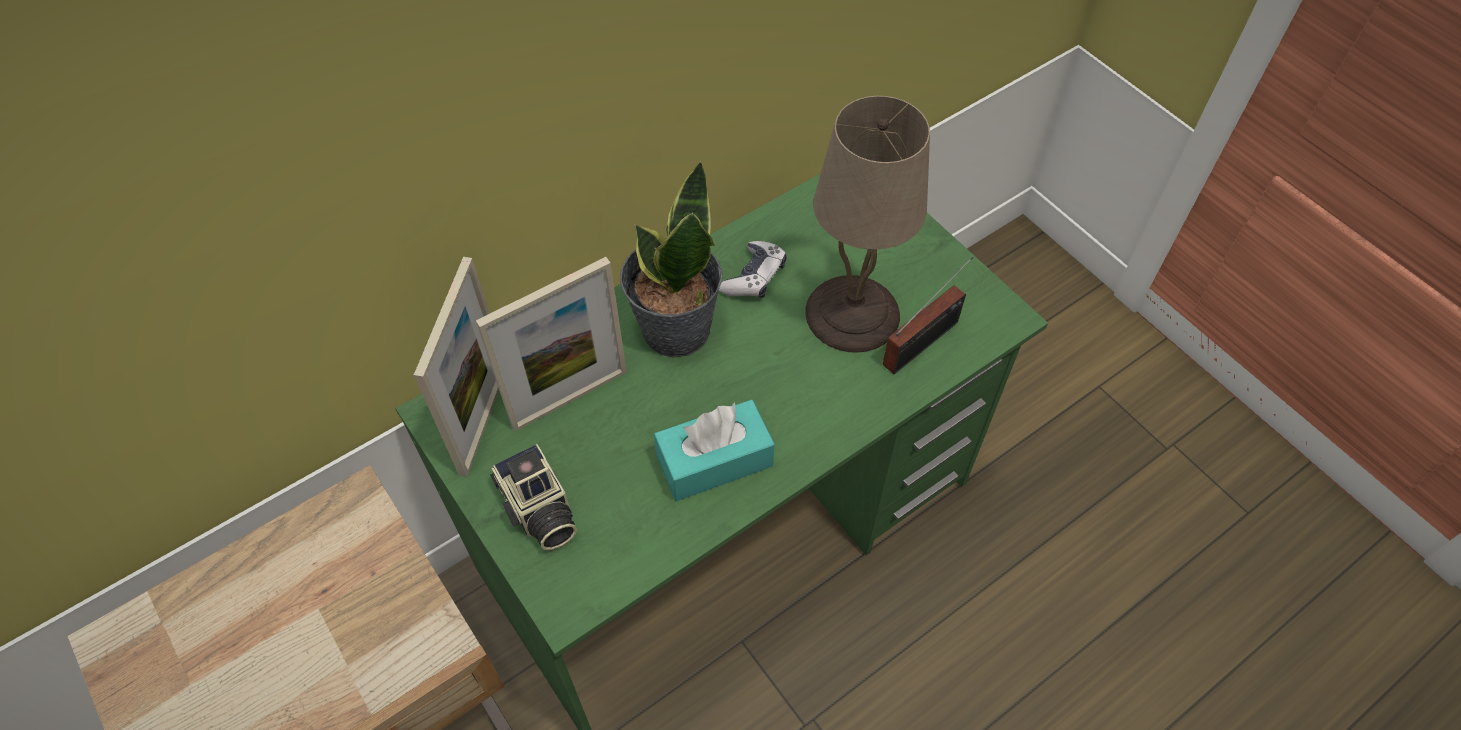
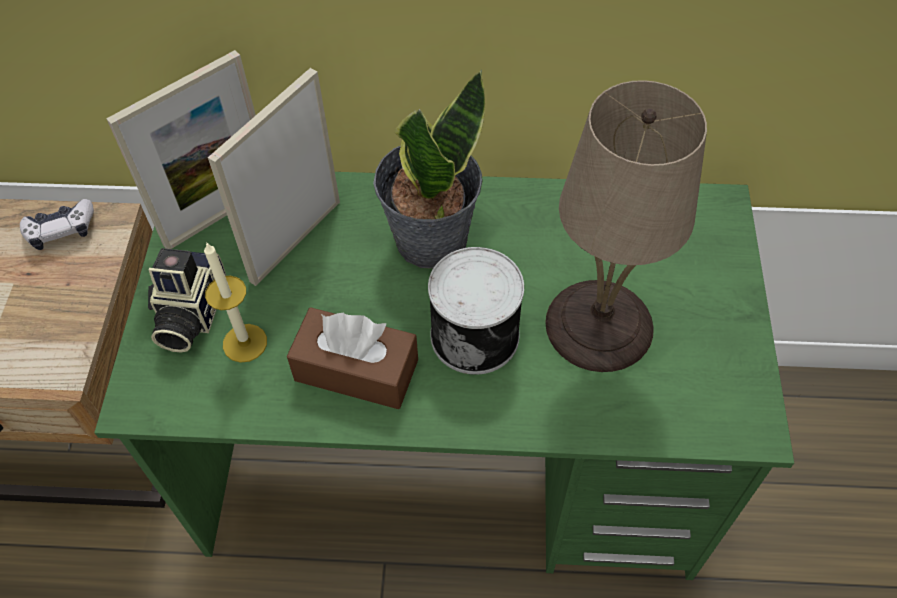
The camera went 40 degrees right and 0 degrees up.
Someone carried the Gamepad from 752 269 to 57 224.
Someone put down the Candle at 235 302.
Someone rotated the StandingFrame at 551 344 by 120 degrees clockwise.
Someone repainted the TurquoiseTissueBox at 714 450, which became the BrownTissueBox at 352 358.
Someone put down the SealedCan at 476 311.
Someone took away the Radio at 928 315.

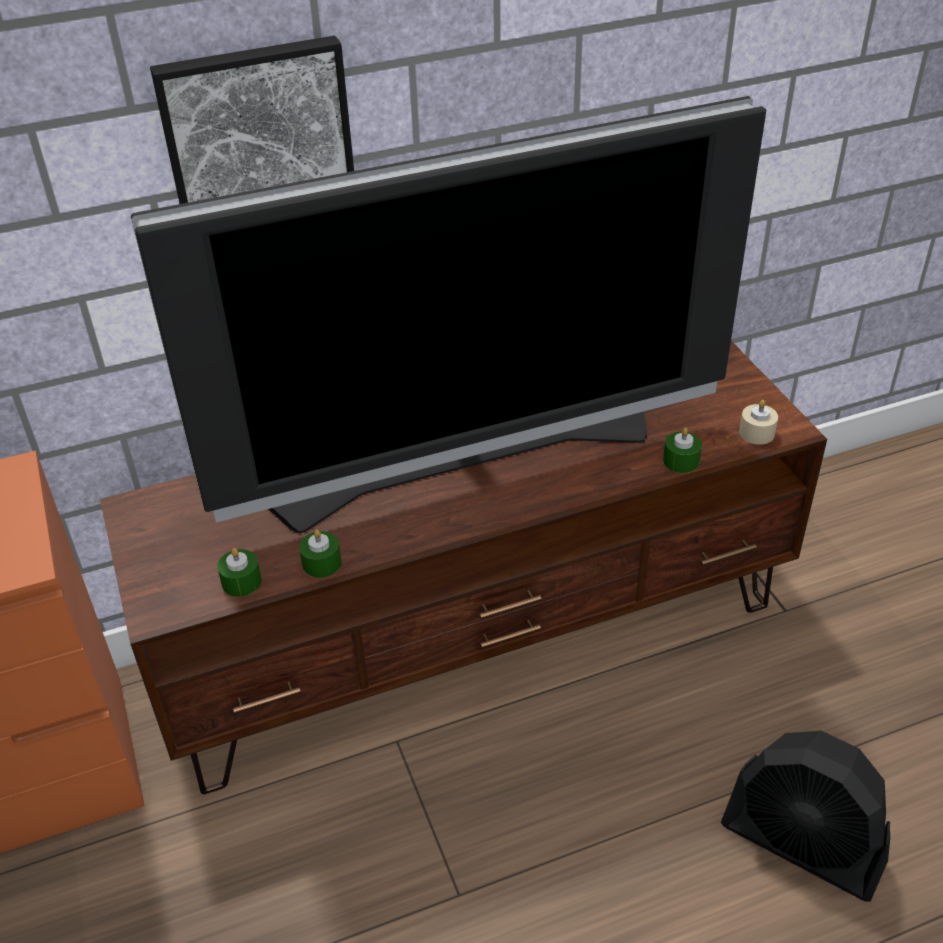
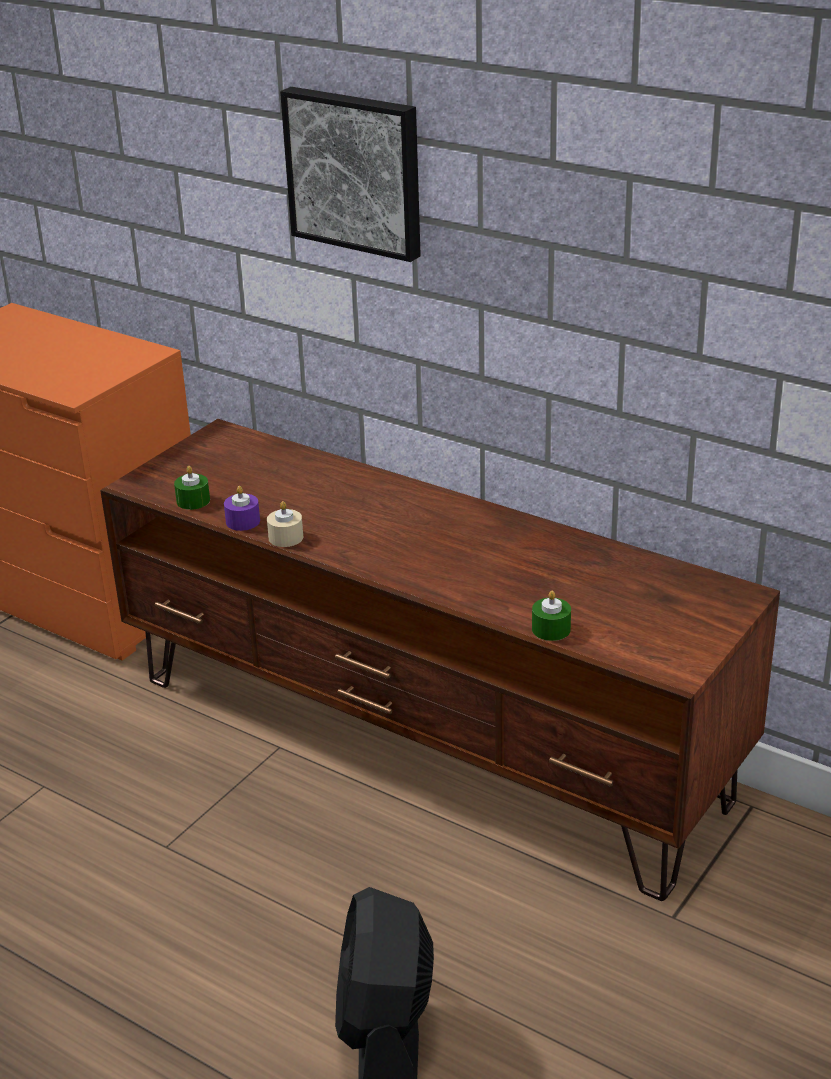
The camera went 55 degrees right and 10 degrees down.
Someone repainted the GreenishCandle at 320 553, which became the PurplishCandle at 242 508.
Someone carried the BeigeColouredCandle from 758 422 to 285 524.
Someone took away the TvSet at 448 315.

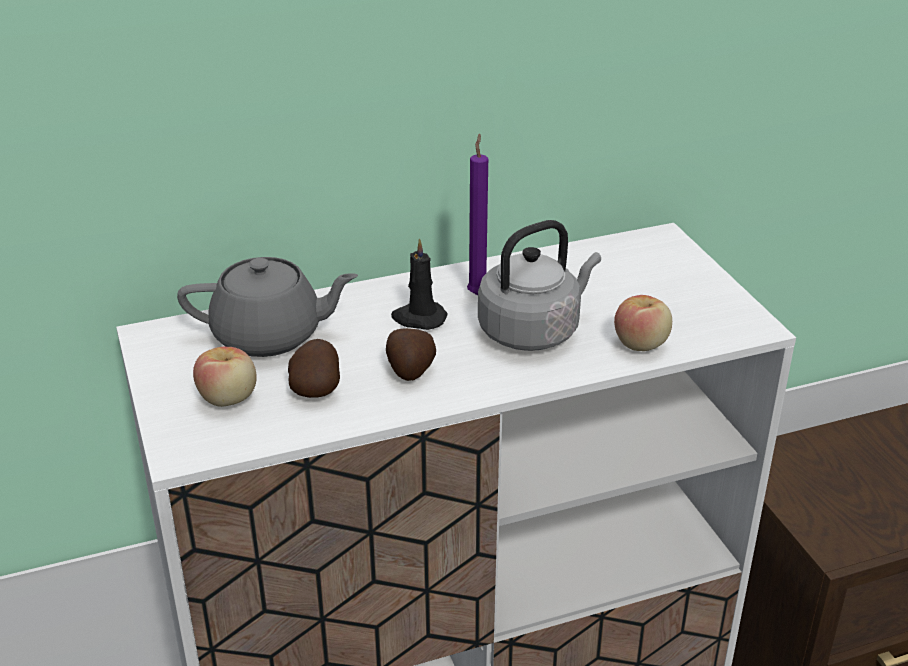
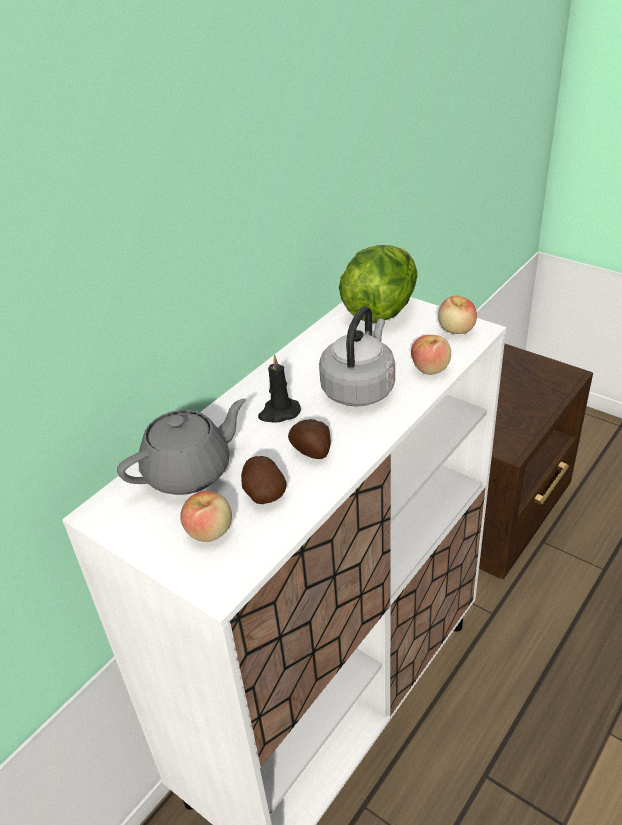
The camera went 30 degrees left and 5 degrees up.
Someone put down the LettuceHead at 378 284.
Someone put down the Apple at 457 314.
Someone took away the PurplishCandle at 477 214.

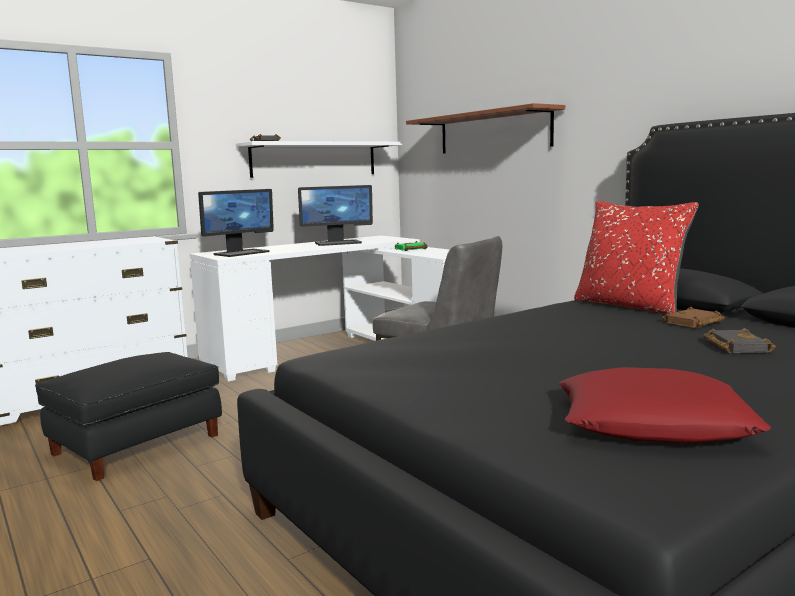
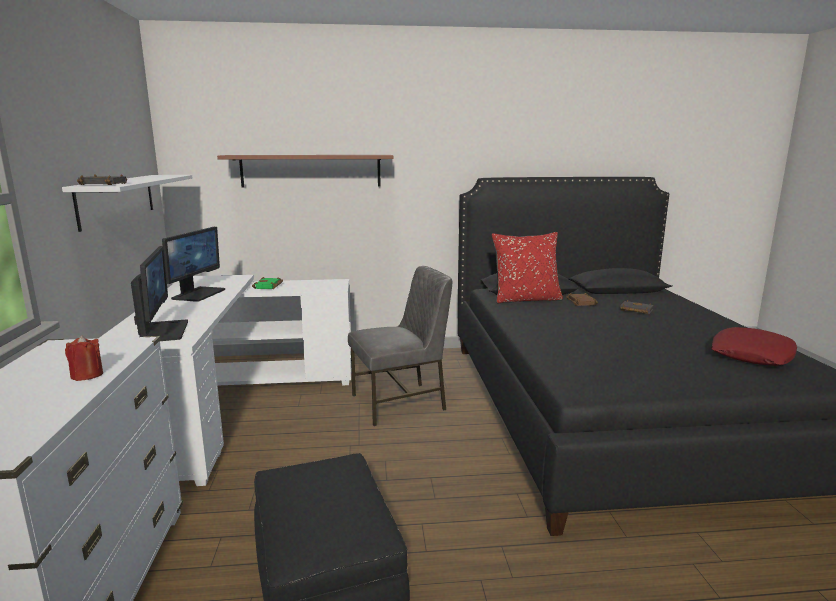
The camera went 60 degrees left and 5 degrees up.
Someone put down the ReddishCandle at 84 358.

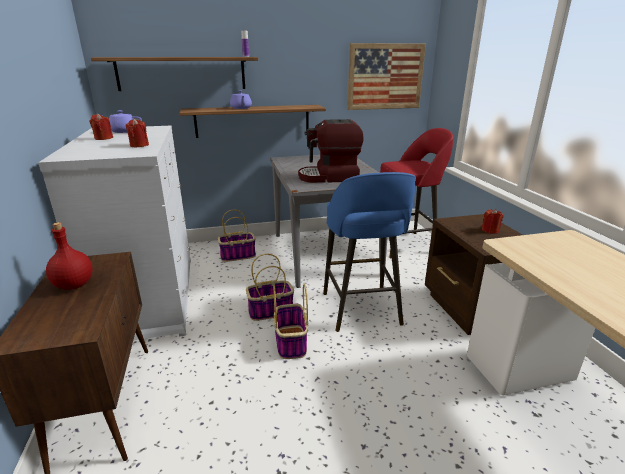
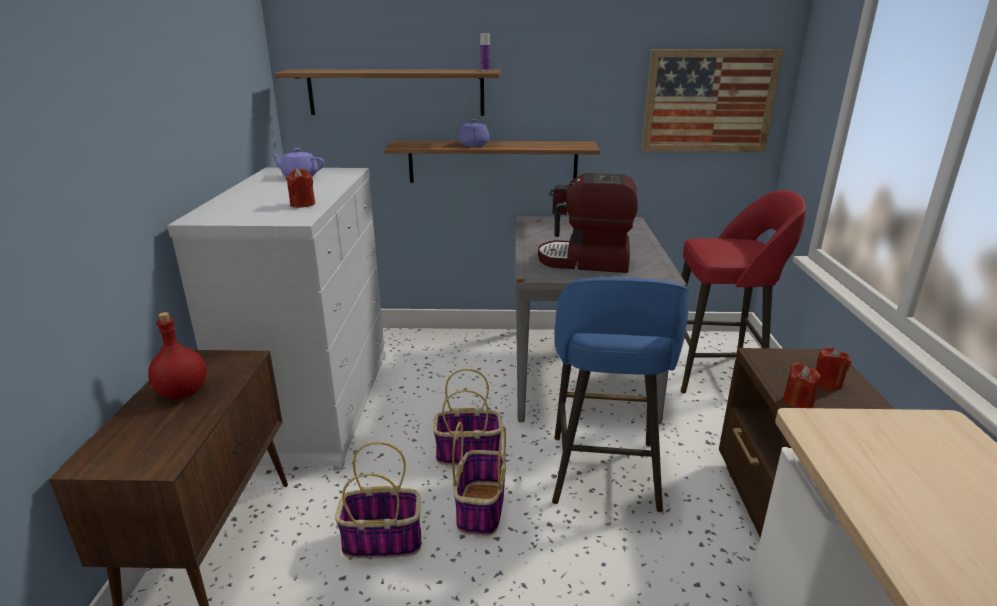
The camera went 15 degrees right and 0 degrees up.
Someone carried the StorageBasket from 237 236 to 378 500.
Someone carried the ReddishCandle from 101 126 to 802 385.

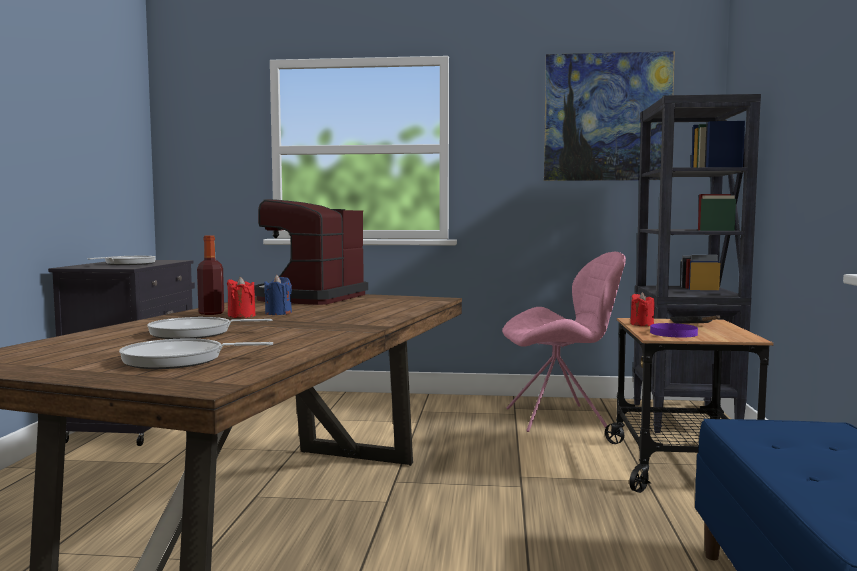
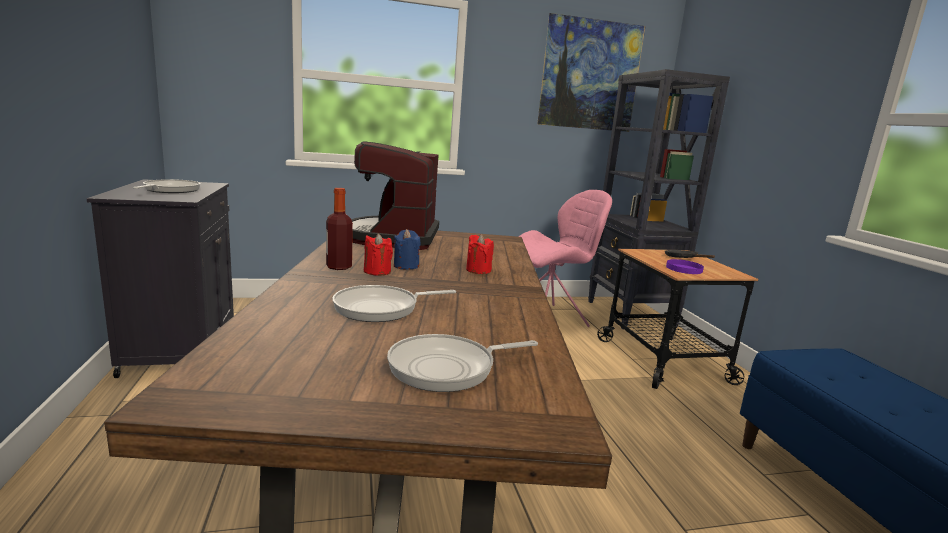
The camera went 20 degrees left and 10 degrees up.
Someone carried the ReddishCandle from 642 309 to 480 254.

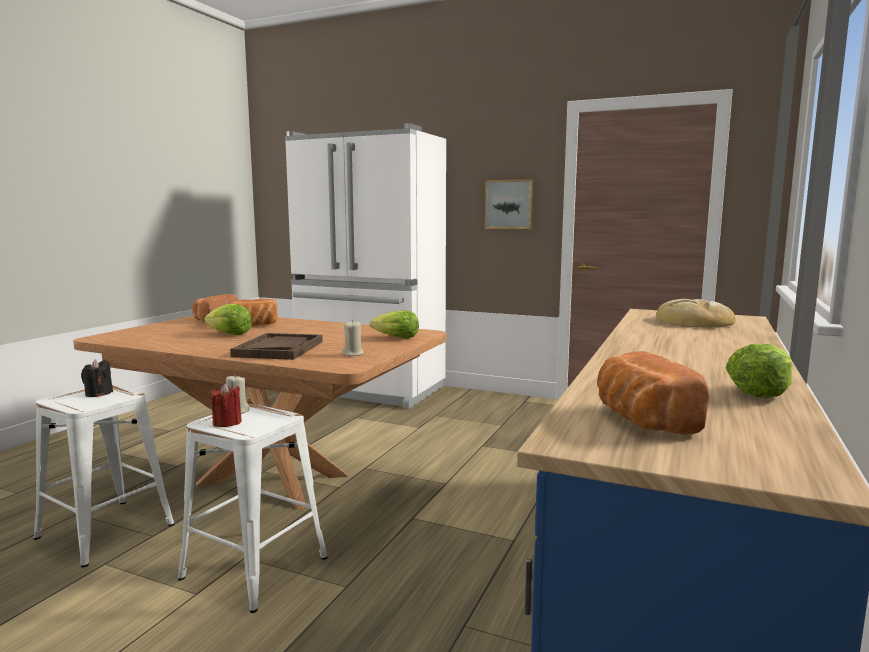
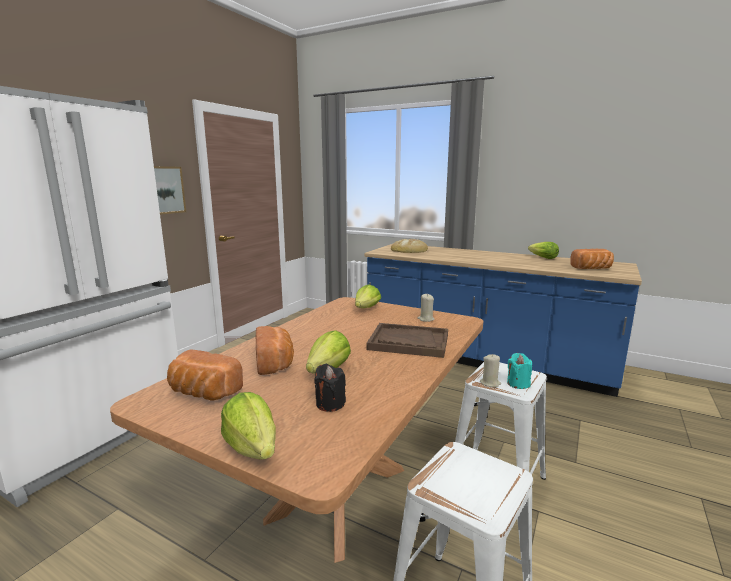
The camera went 85 degrees left and 5 degrees up.
Someone put down the LettuceHead at 248 426.
Someone carried the BlackishCandle from 97 378 to 330 388.
Someone repainted the ReddishCandle at 226 405, which became the TurquoiseCandle at 519 371.

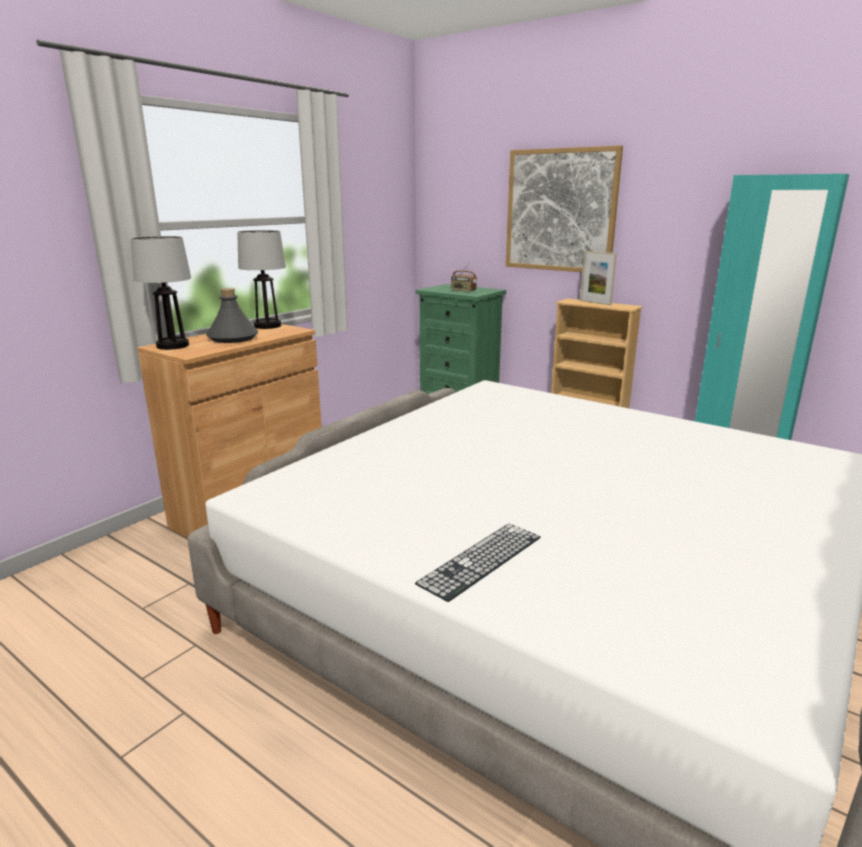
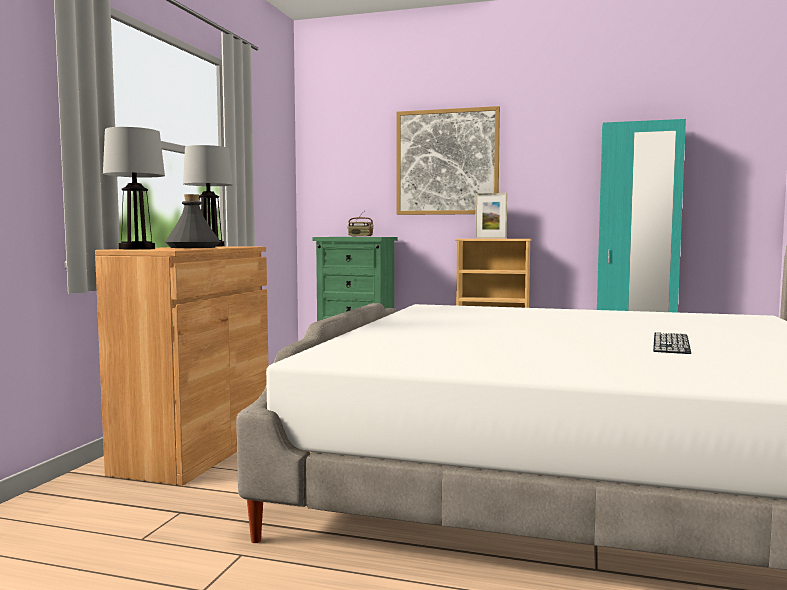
The camera went 20 degrees left and 15 degrees down.
Someone carried the PcKeyboard from 478 563 to 672 343.

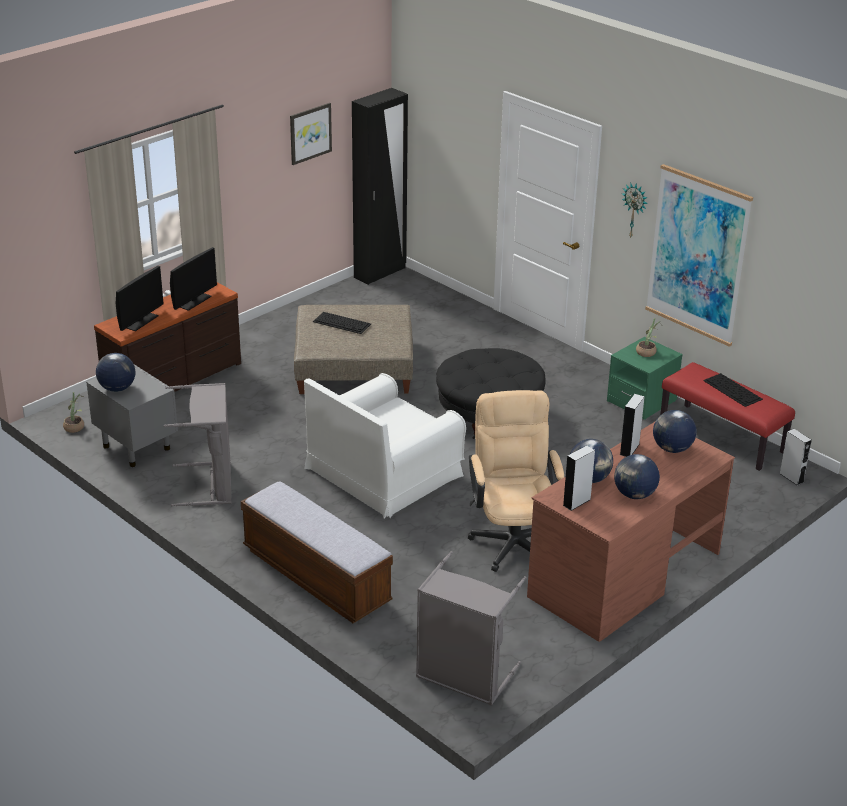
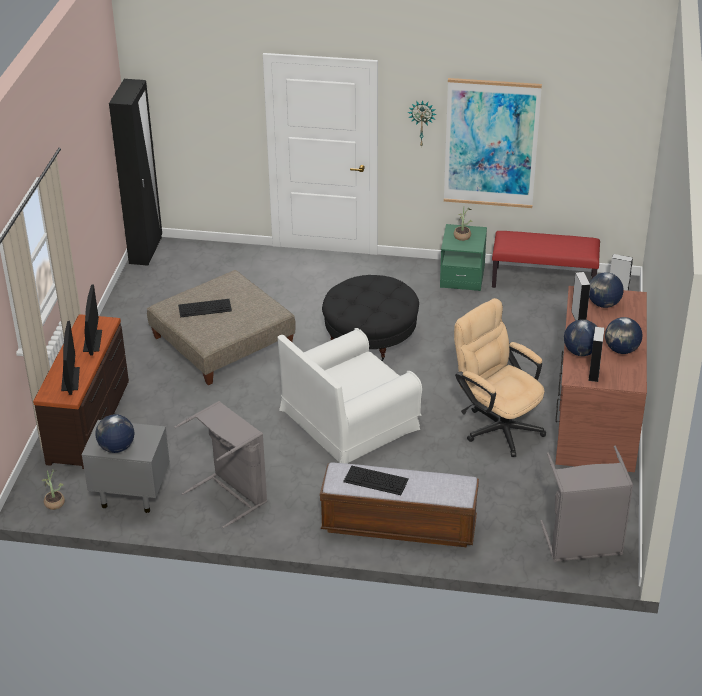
The camera went 35 degrees left and 5 degrees up.
Someone rotated the WhitishLoungeChair at 385 446 by 45 degrees clockwise.
Someone carried the PcKeyboard from 733 390 to 376 480.
Someone took away the Picture at 311 134.

